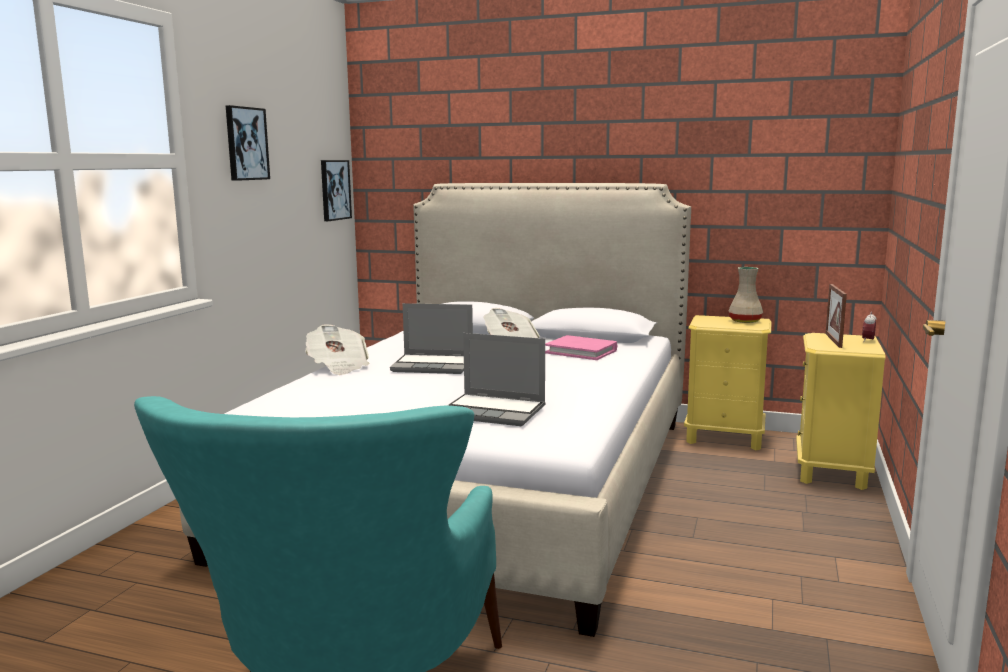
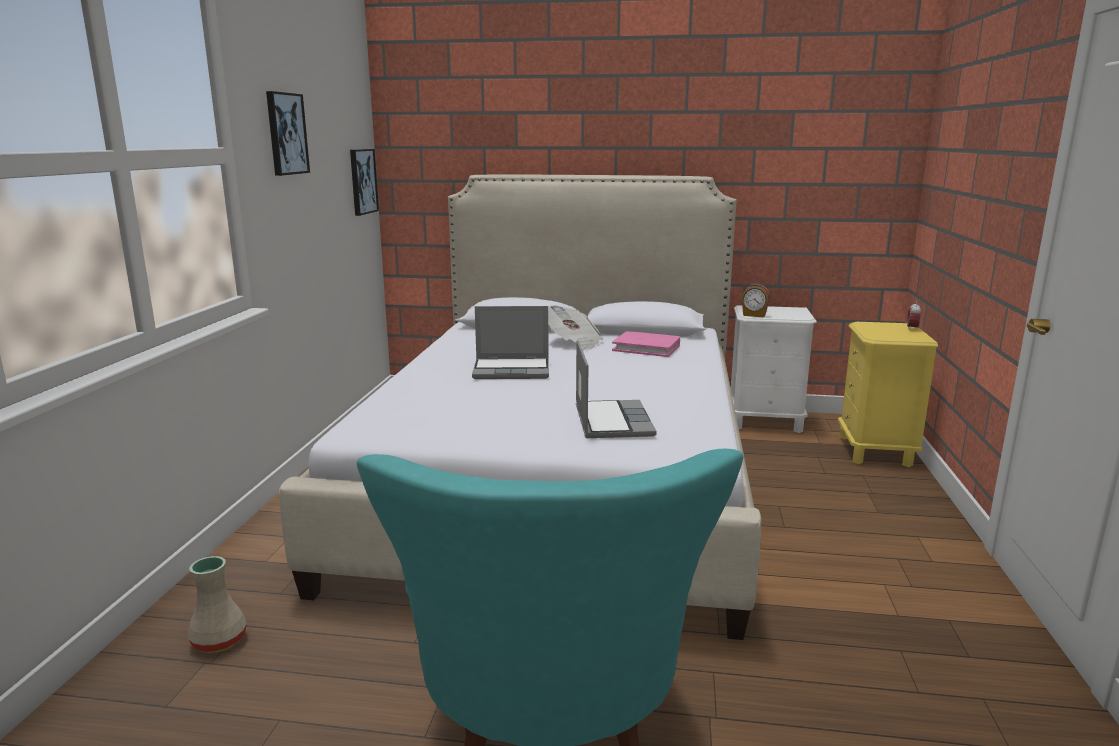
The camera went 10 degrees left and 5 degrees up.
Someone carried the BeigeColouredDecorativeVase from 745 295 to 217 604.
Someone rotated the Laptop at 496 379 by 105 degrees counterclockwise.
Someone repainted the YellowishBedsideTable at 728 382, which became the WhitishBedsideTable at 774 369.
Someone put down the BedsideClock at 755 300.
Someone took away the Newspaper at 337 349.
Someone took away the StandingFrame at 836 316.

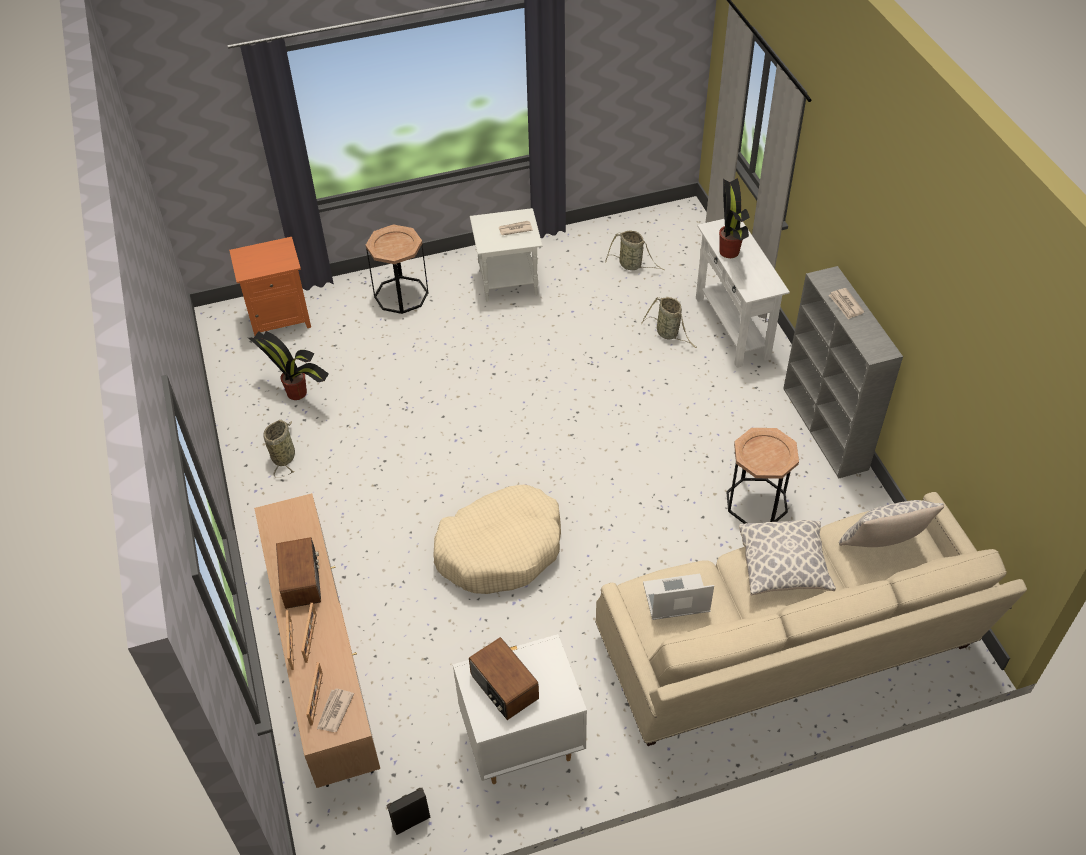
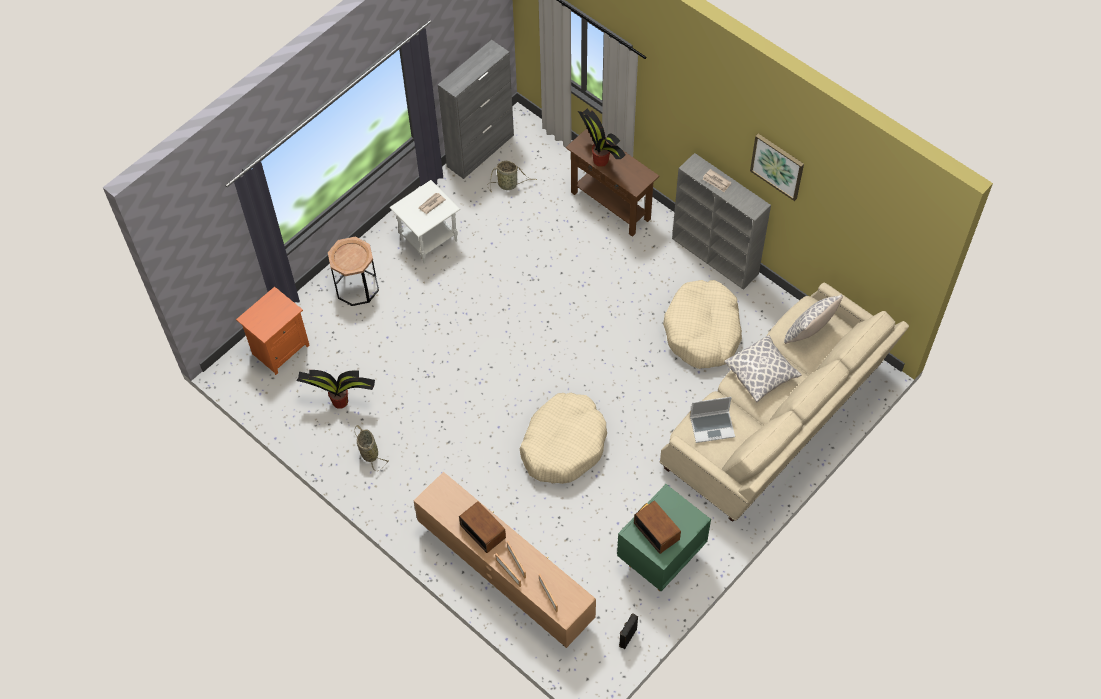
The camera went 30 degrees left and 10 degrees up.
Someone put down the GreyStorageCabinet at 476 109.
Someone repainted the WhitishConsoleTable at 743 293, which became the BrownConsoleTable at 612 183.
Someone repainted the WhitishBedsideTable at 520 709, which became the GreenishBedsideTable at 664 537.
Someone rotated the Radio at 504 678 by 150 degrees counterclockwise.
Someone swapped the BrownEndTable at 762 476 for the BeigeColouredDogCushion at 702 324.
Someone rotated the Laptop at 678 597 by 150 degrees counterclockwise.
Someone put up the Picture at 777 167.
Someone took away the Newspaper at 335 710.
Someone took away the StorageBasket at 669 322.

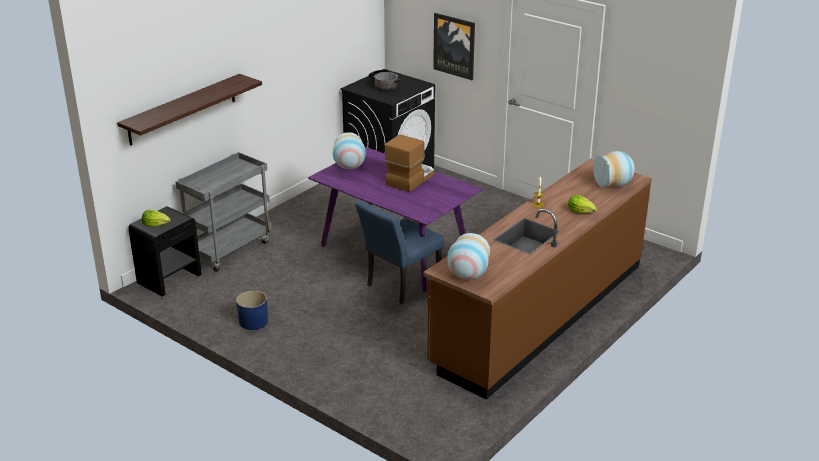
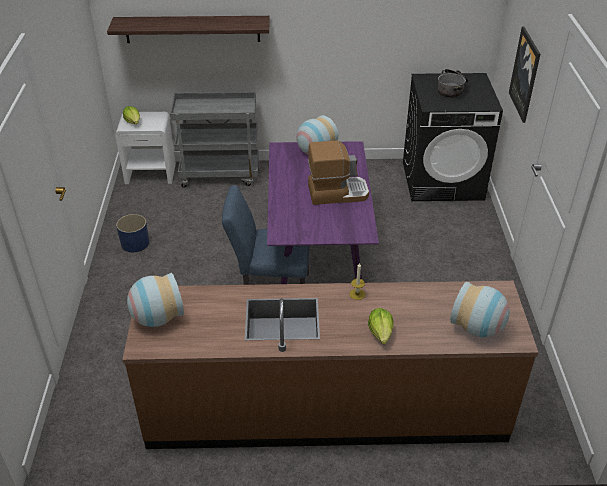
The camera went 50 degrees right and 10 degrees up.
Someone repainted the BlackishBedsideTable at 165 251, which became the WhitishBedsideTable at 145 148.

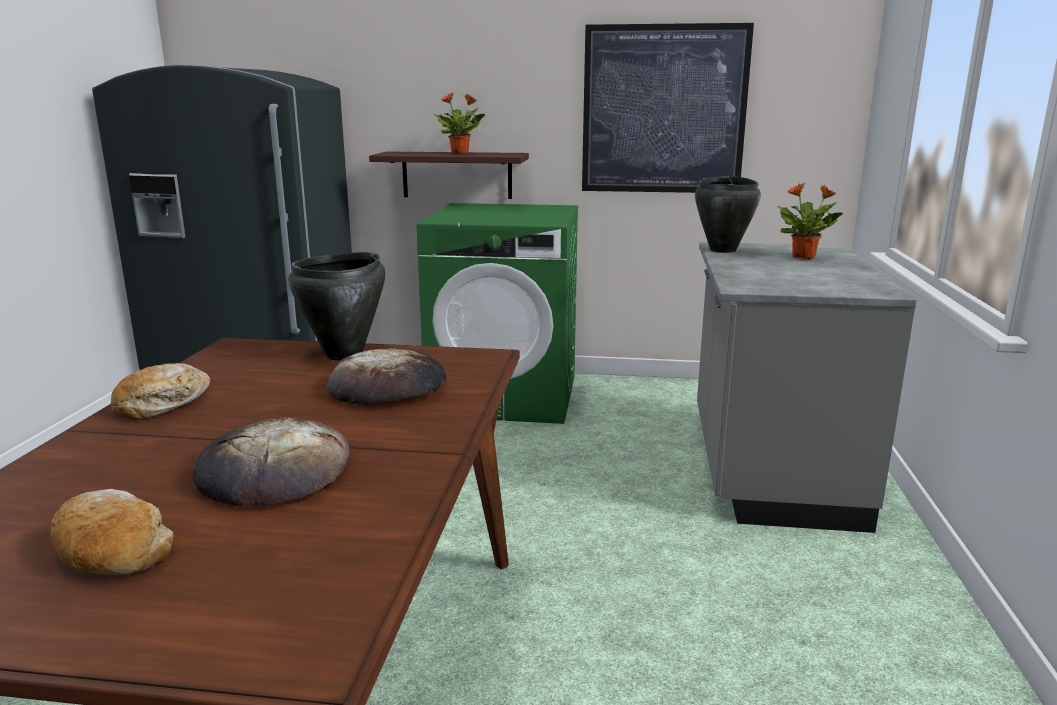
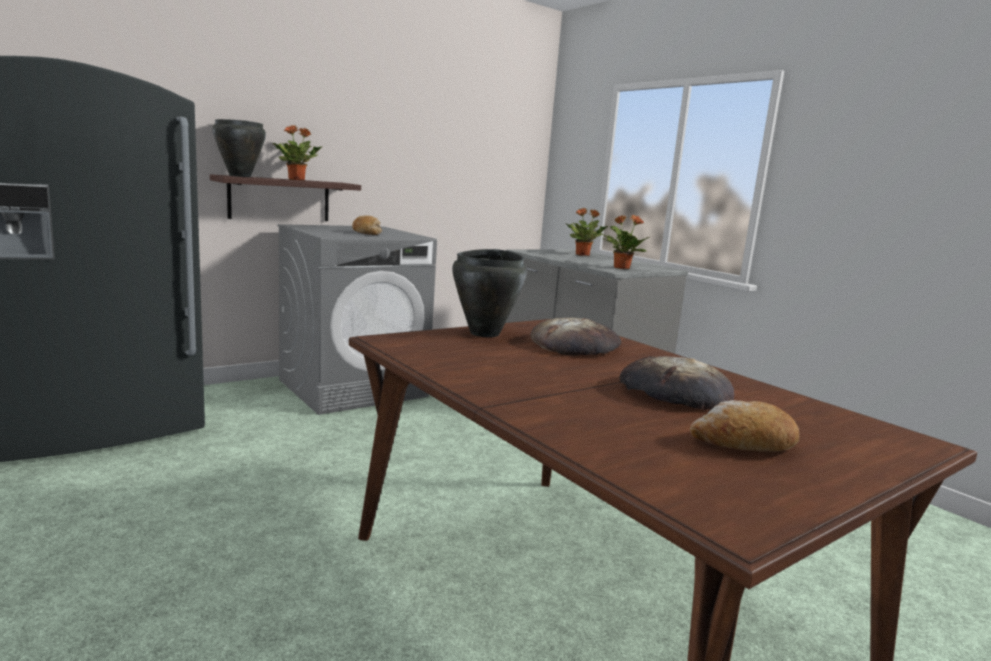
The camera went 45 degrees left and 5 degrees down.
Someone carried the BlackishStockpot from 728 214 to 239 148.
Someone repainted the GreenishLaundryMachine at 497 313, which became the GreyLaundryMachine at 357 319.
Someone carried the Bread from 160 391 to 367 225.
Someone put down the PlantInAPot at 625 242.
Someone took away the Picture at 668 108.

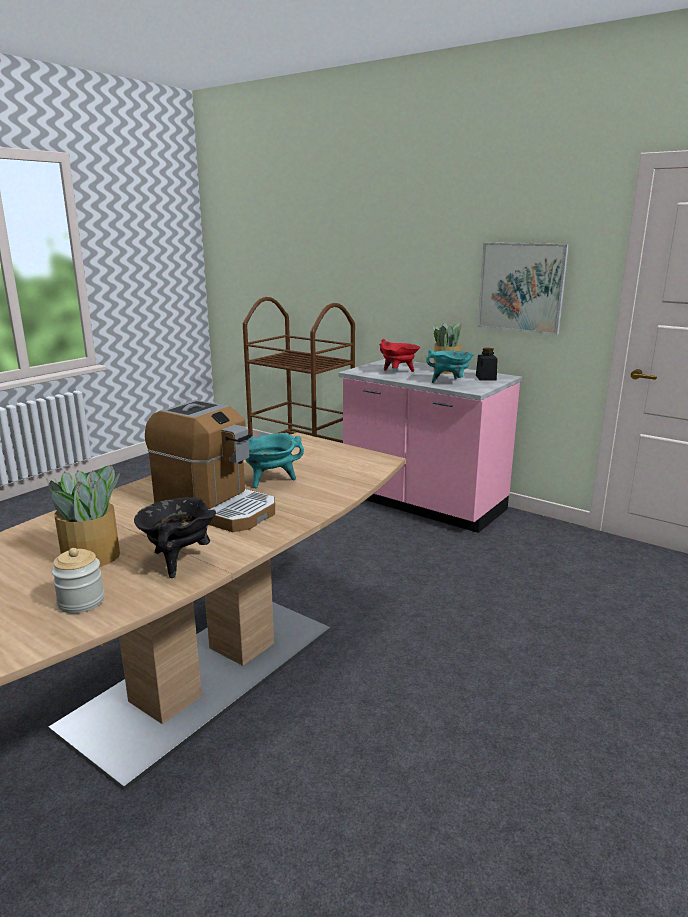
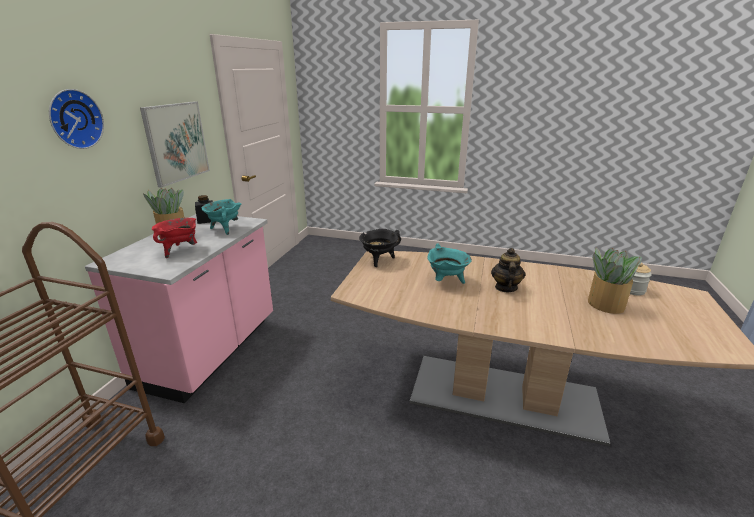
The camera went 110 degrees left and 5 degrees up.
Someone put up the ClockOnTheWall at 76 119.
Someone carried the BlackishStockpot from 175 537 to 380 248.
Someone swapped the CoffeeMachine at 210 466 for the PotForTea at 508 270.

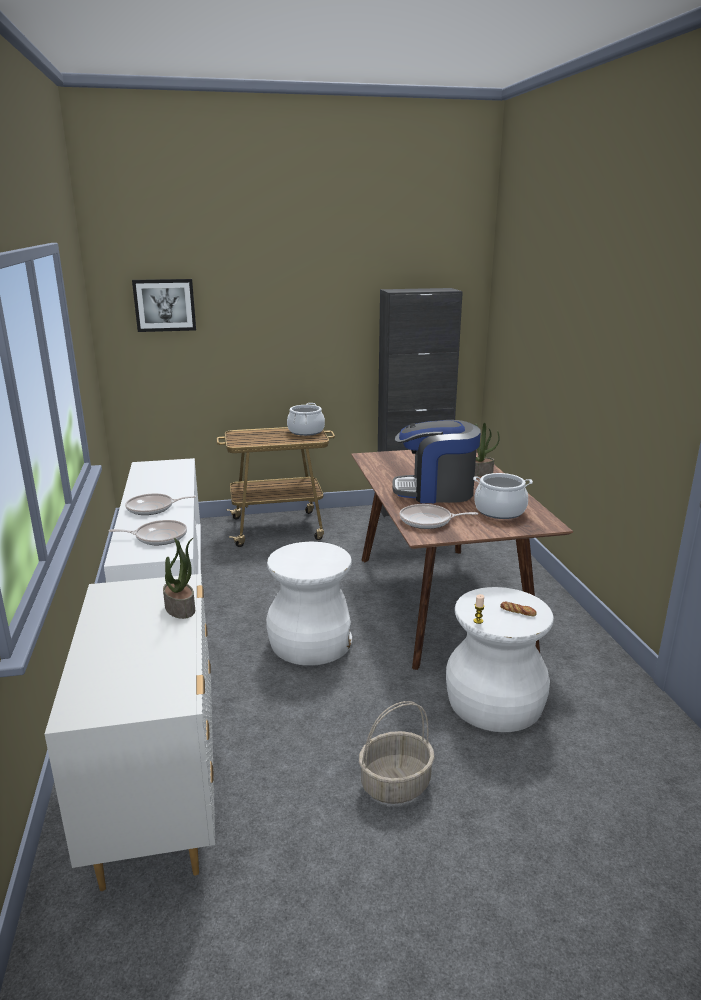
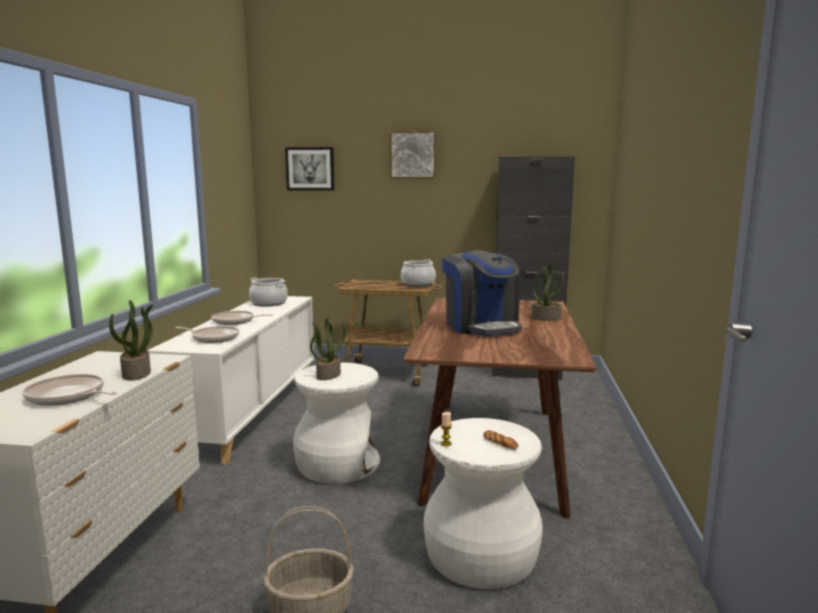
The camera went 20 degrees right and 10 degrees down.
Someone carried the FryingPan from 439 516 to 69 390.
Someone carried the Stockpot from 503 496 to 268 292.
Someone put down the PlantInAPot at 328 349.
Someone put up the Picture at 413 155.
Someone rotated the CoffeeMachine at 436 461 by 135 degrees counterclockwise.

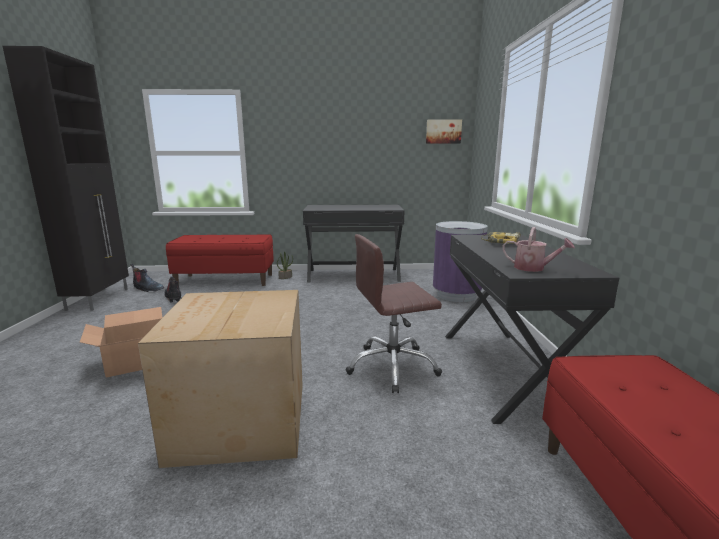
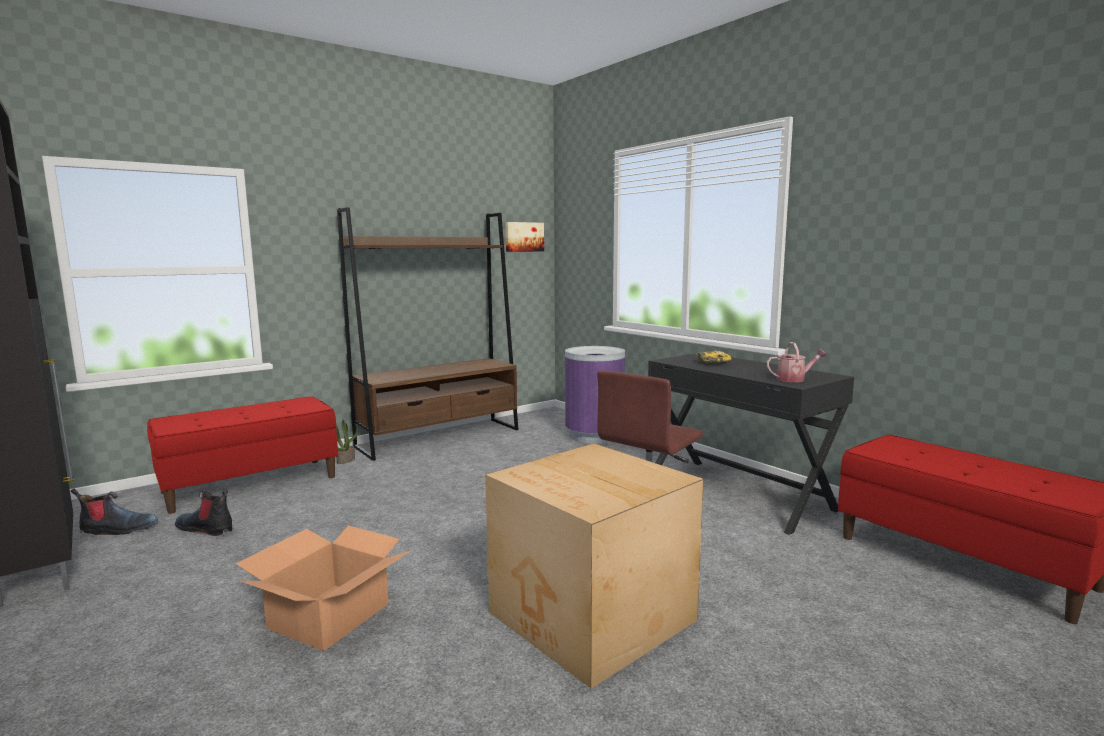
The camera went 35 degrees left and 5 degrees down.
Someone swapped the BlackishDeskTable at 354 244 for the BrownShelvingUnit at 427 334.

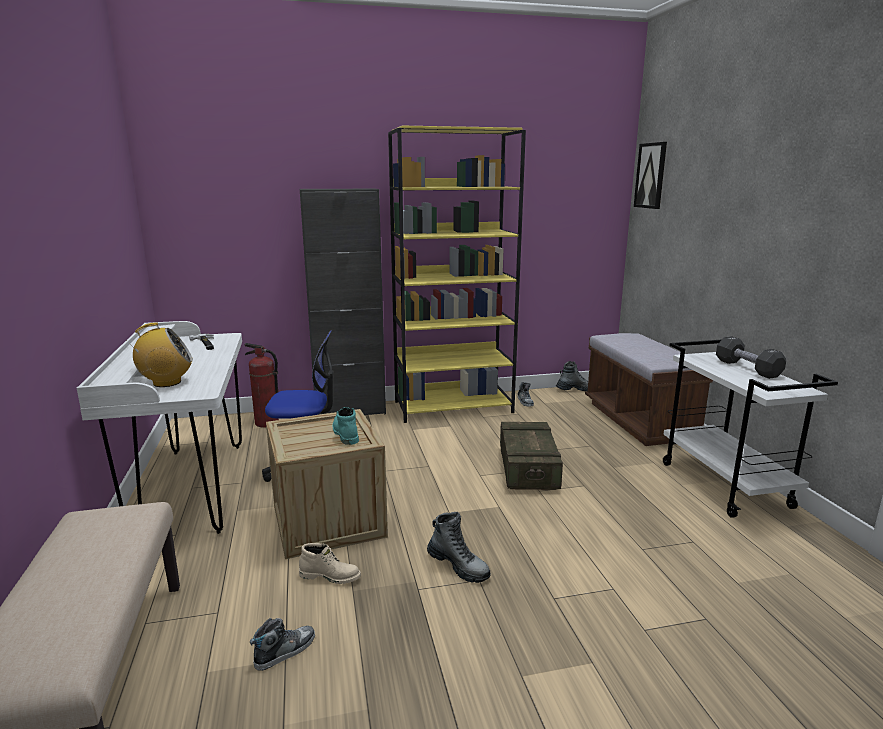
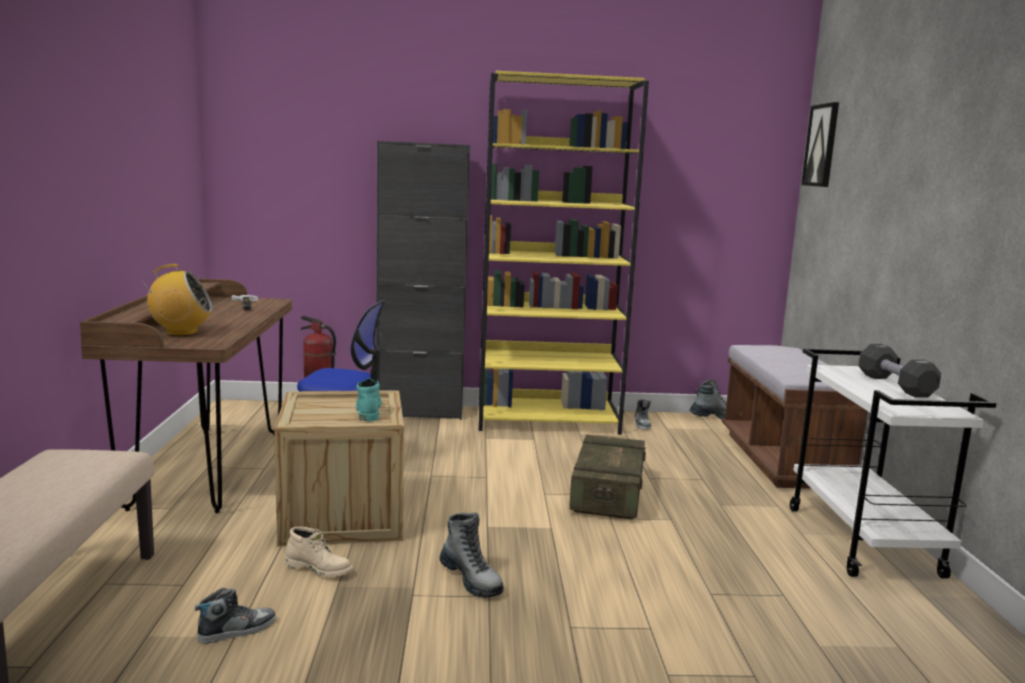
The camera went 10 degrees right and 5 degrees down.
Someone repainted the WhitishDeskTable at 159 427, which became the BrownDeskTable at 186 396.

